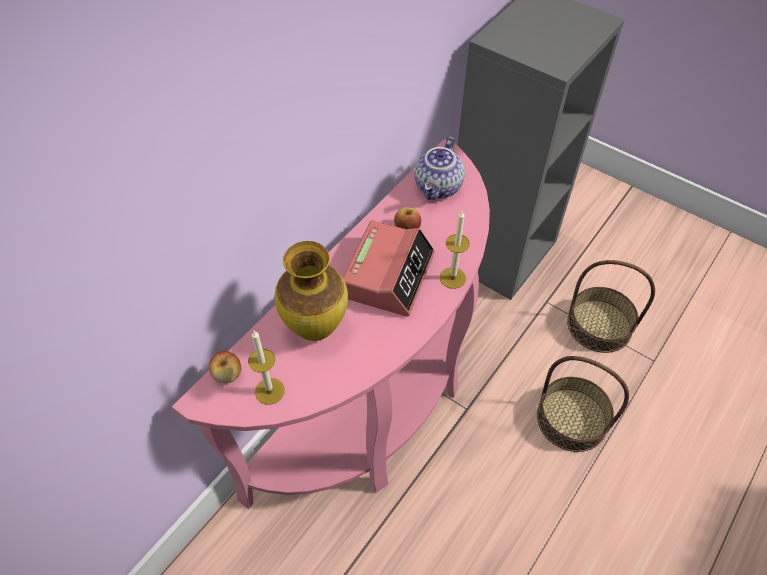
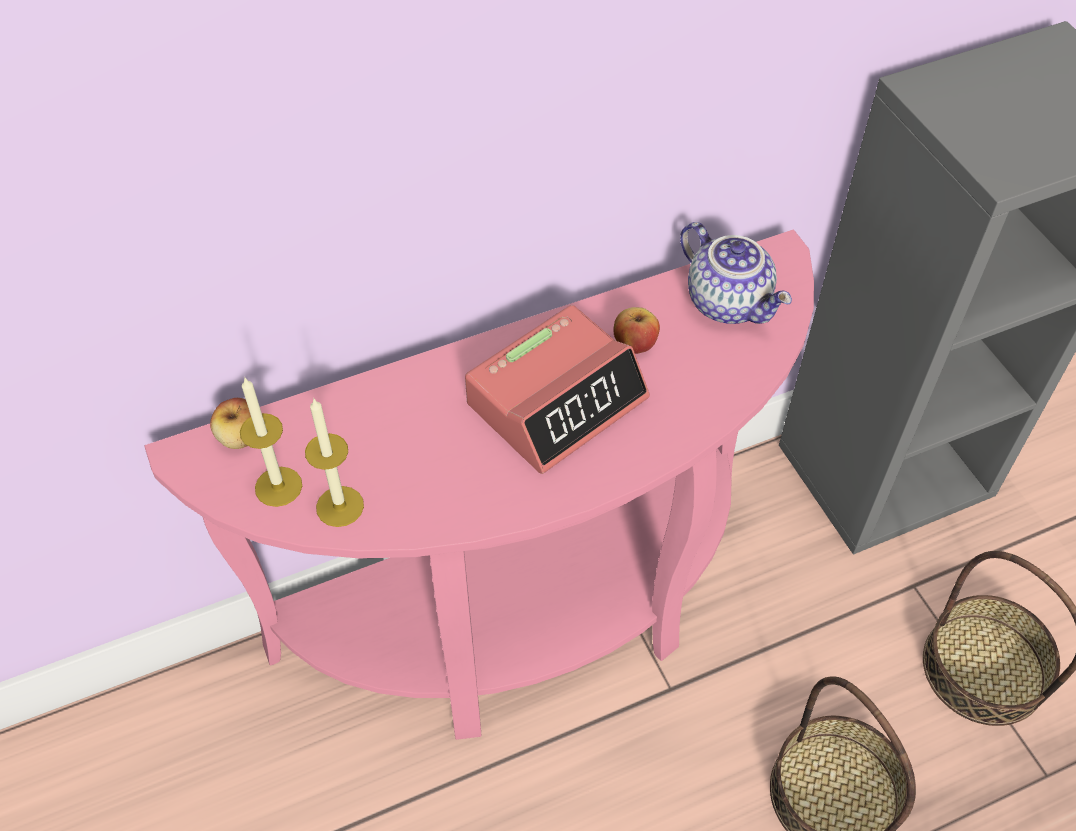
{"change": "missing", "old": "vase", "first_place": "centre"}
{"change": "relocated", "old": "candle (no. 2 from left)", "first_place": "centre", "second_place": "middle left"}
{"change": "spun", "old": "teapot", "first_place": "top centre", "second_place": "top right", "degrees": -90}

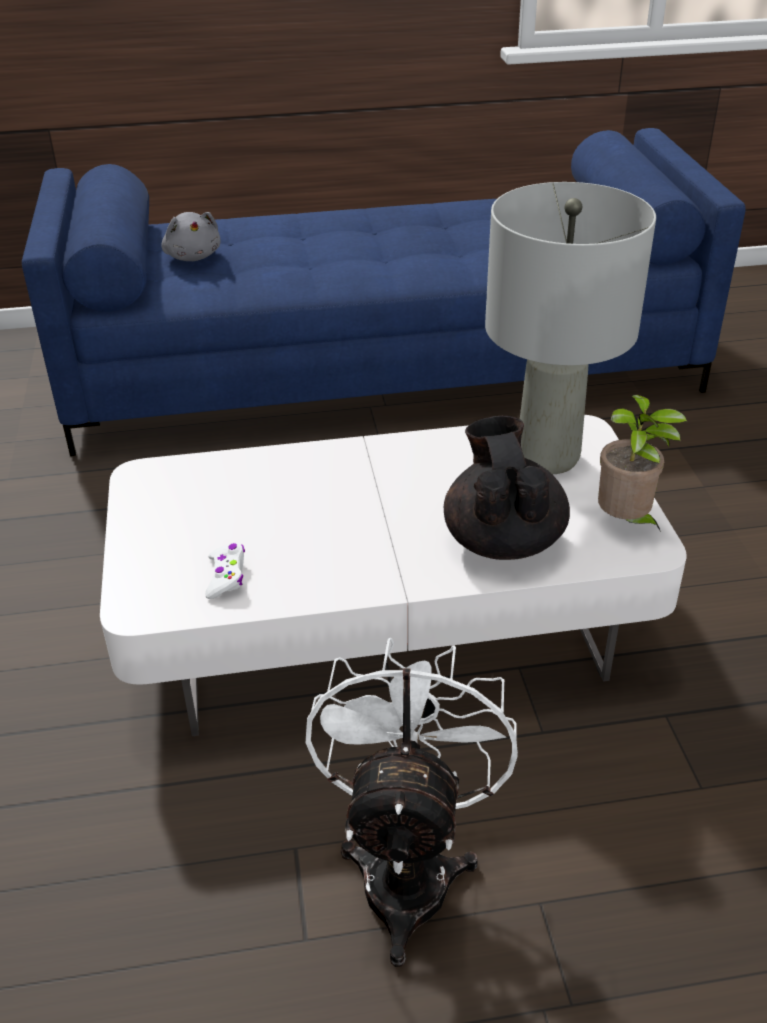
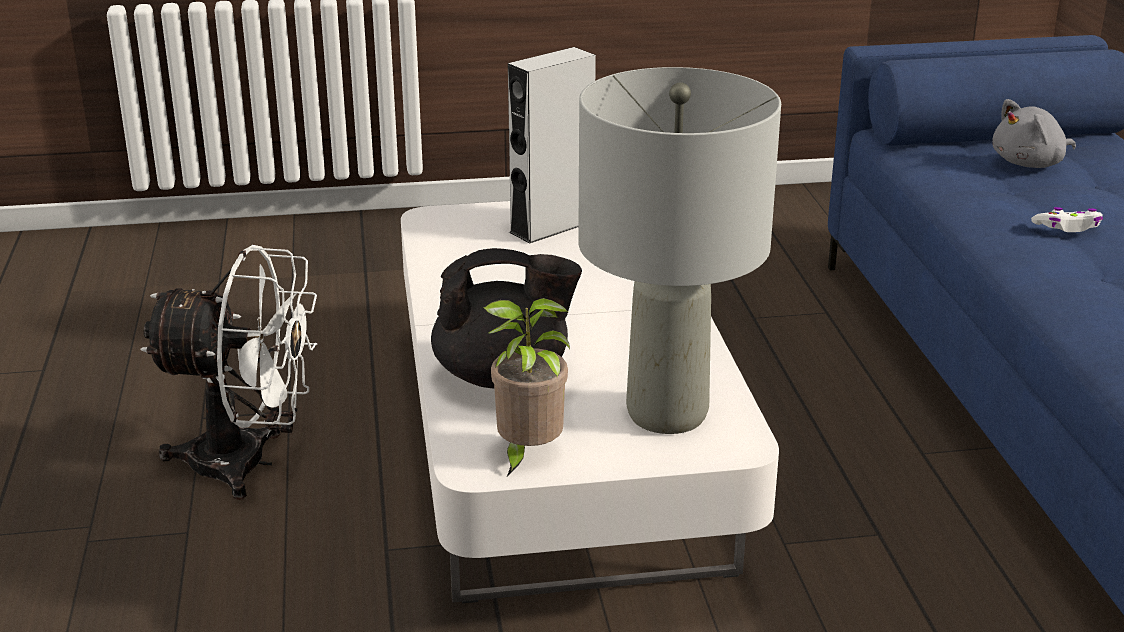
{"change": "appeared", "new": "grey speaker", "second_place": "top centre"}
{"change": "relocated", "old": "white game controller", "first_place": "middle left", "second_place": "middle right"}

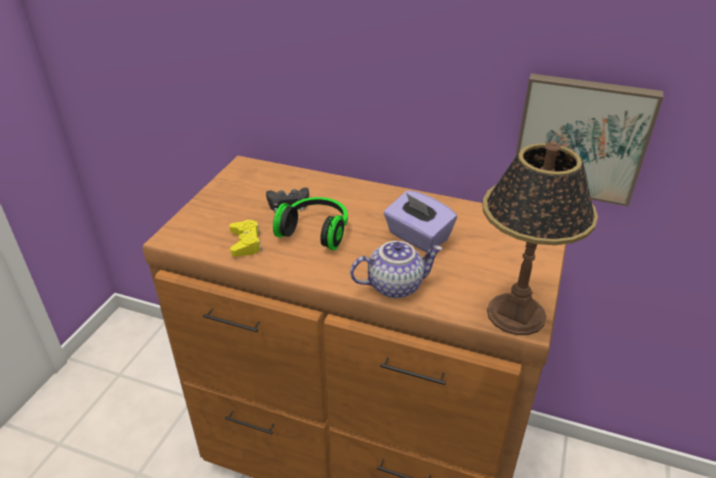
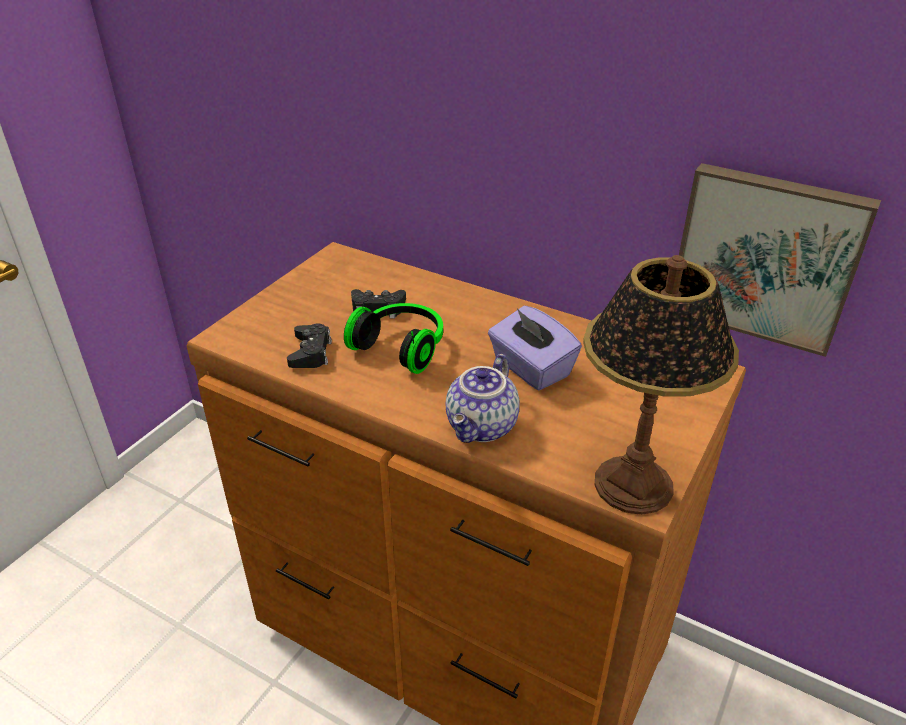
{"change": "colour", "old": "yellow game controller", "new": "black game controller (no. 1 from left)", "first_place": "centre", "second_place": "centre"}
{"change": "spun", "old": "teapot", "first_place": "centre", "second_place": "centre", "degrees": 120}

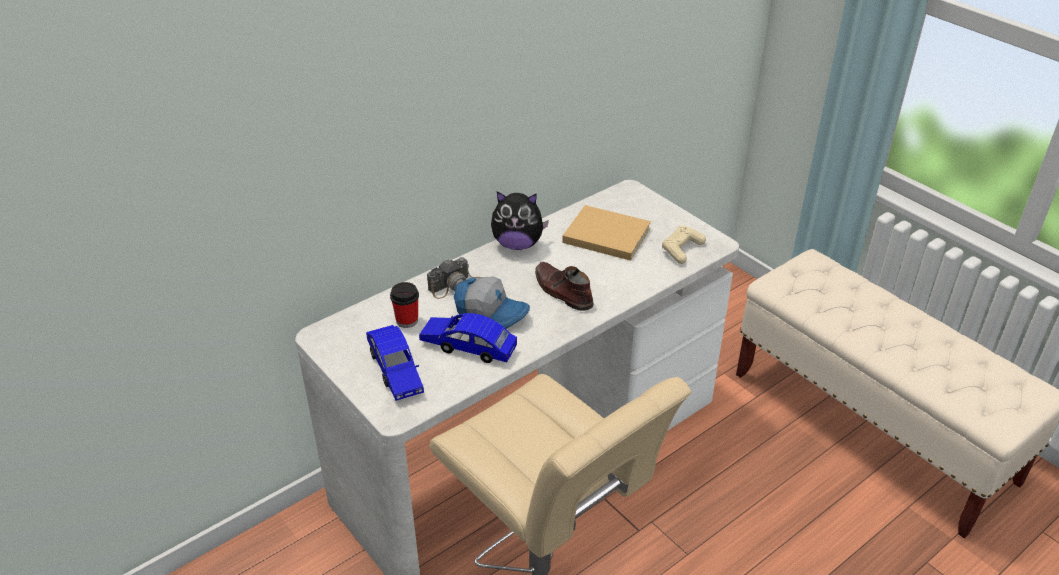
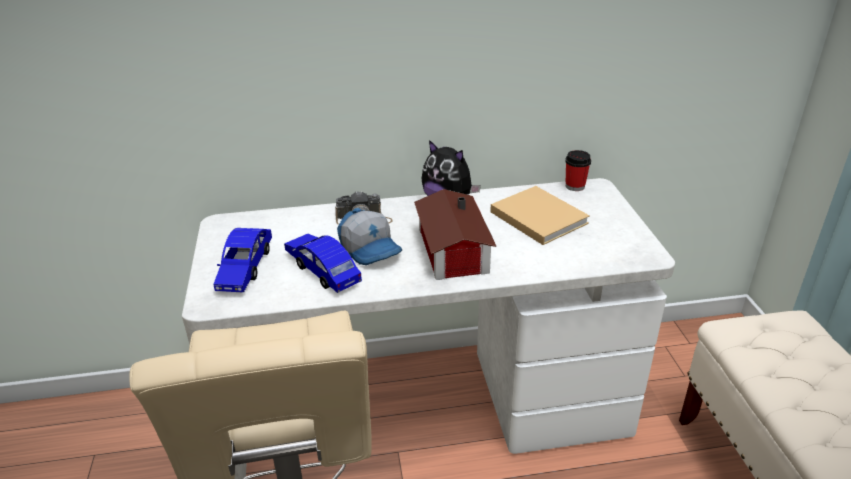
{"change": "missing", "old": "beige game controller", "first_place": "centre"}
{"change": "relocated", "old": "cup", "first_place": "centre", "second_place": "middle right"}
{"change": "exchanged", "old": "brown shoe", "new": "toy house", "first_place": "centre", "second_place": "centre"}

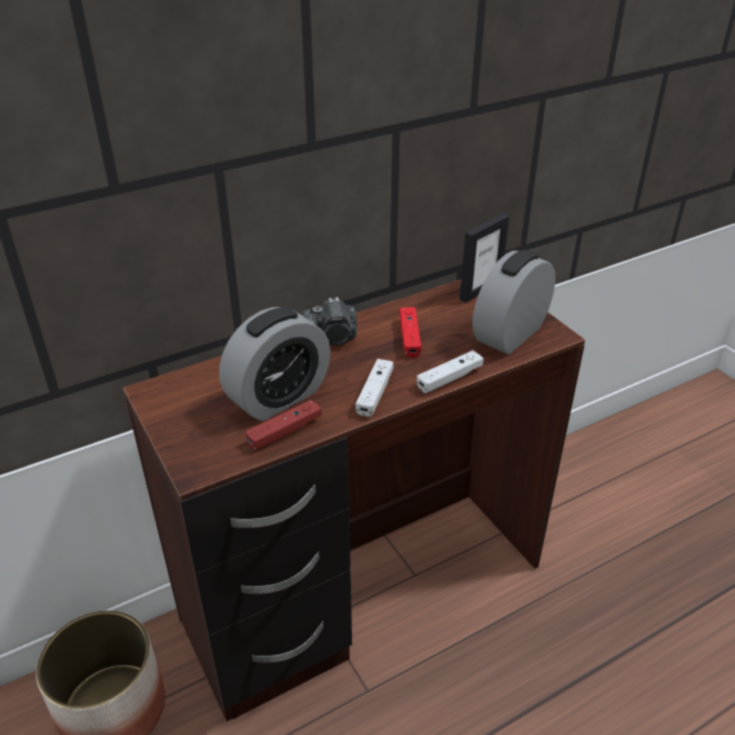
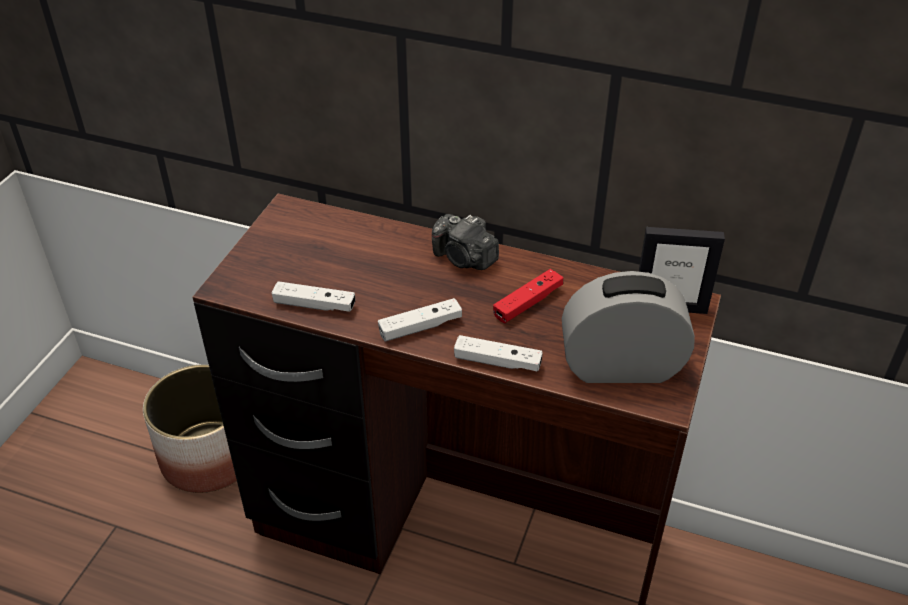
{"change": "missing", "old": "alarm clock (no. 1 from left)", "first_place": "centre"}
{"change": "colour", "old": "red game controller (no. 1 from left)", "new": "white game controller (no. 1 from left)", "first_place": "centre", "second_place": "centre"}

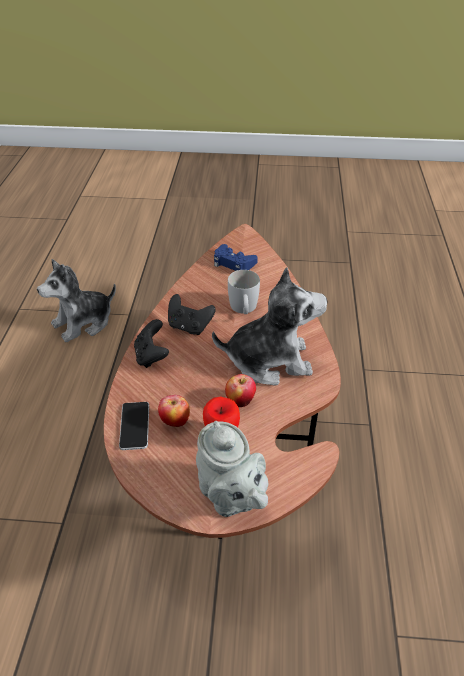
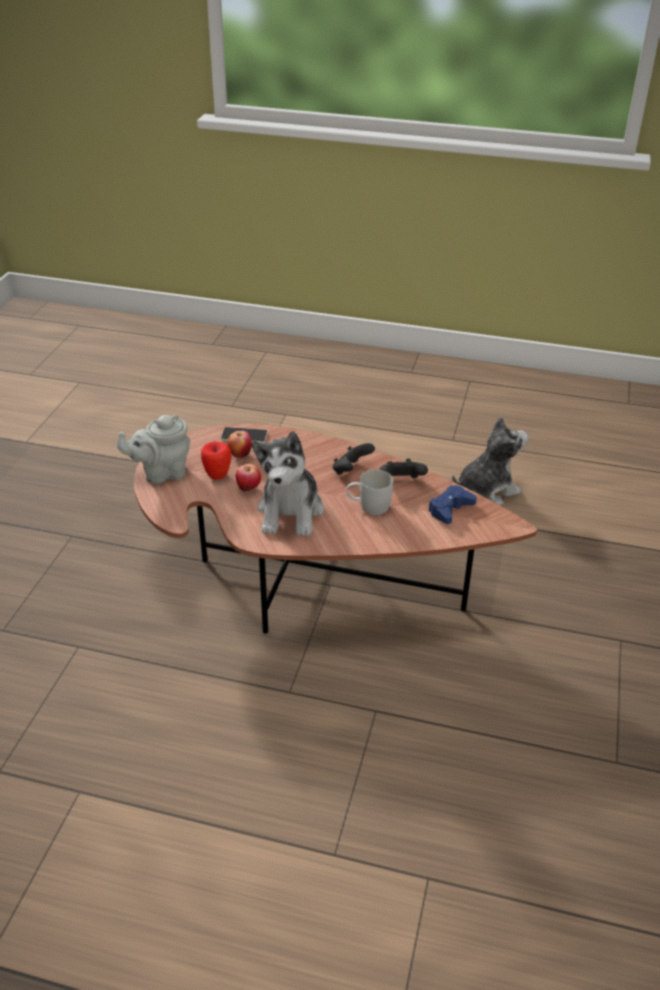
{"change": "relocated", "old": "black game controller (no. 1 from left in the first image)", "new": "black game controller (no. 2 from left)", "first_place": "middle left", "second_place": "centre"}
{"change": "spun", "old": "plush toy (no. 1 from left in the first image)", "first_place": "middle left", "second_place": "middle right", "degrees": 90}

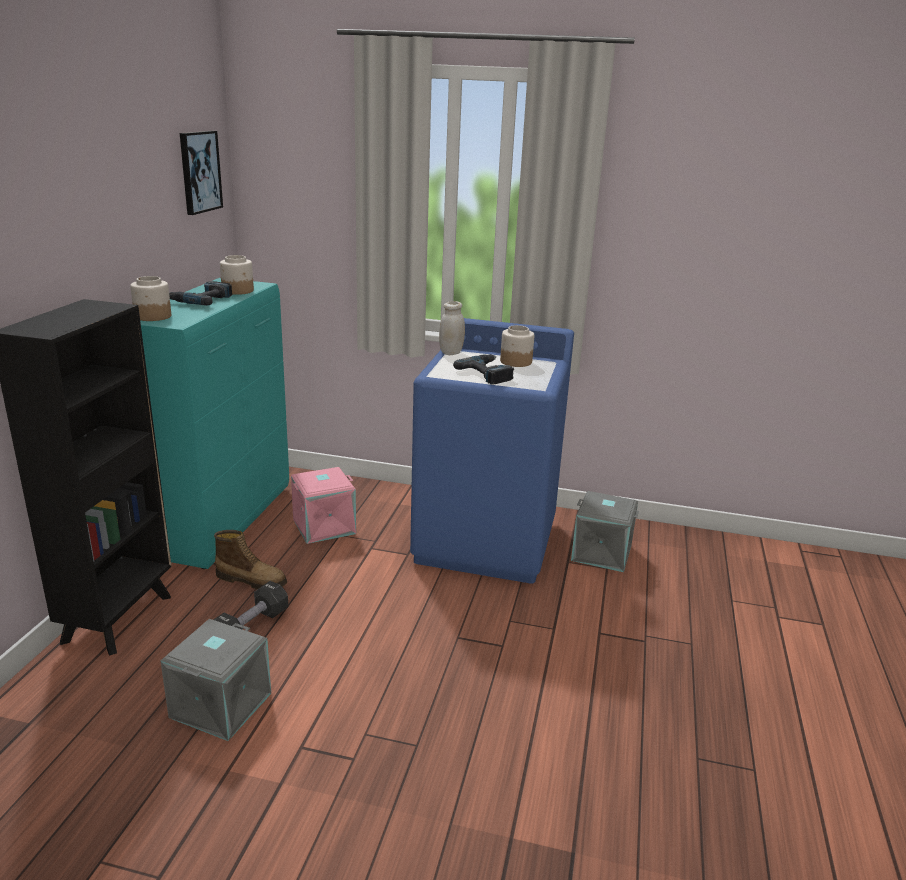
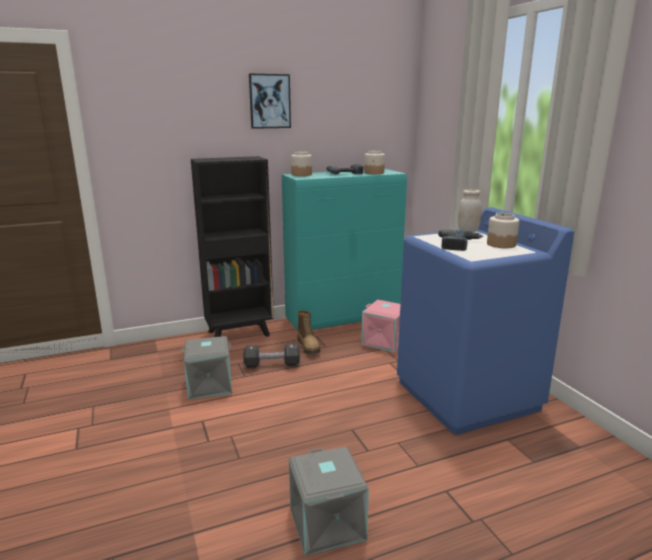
{"change": "relocated", "old": "picture", "first_place": "top left", "second_place": "top centre"}
{"change": "relocated", "old": "grey storage box (no. 2 from left)", "first_place": "middle right", "second_place": "bottom centre"}

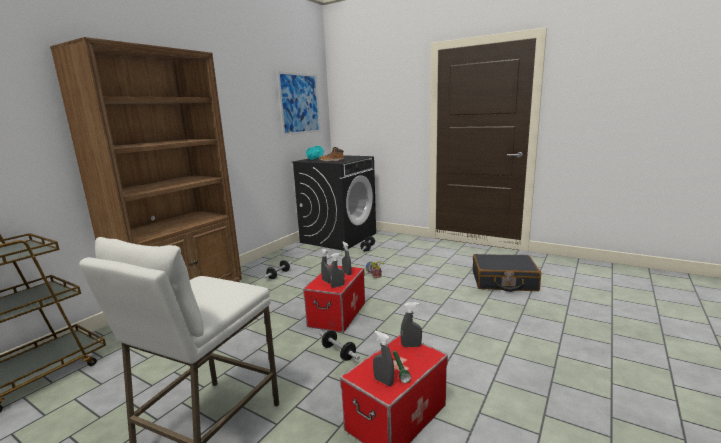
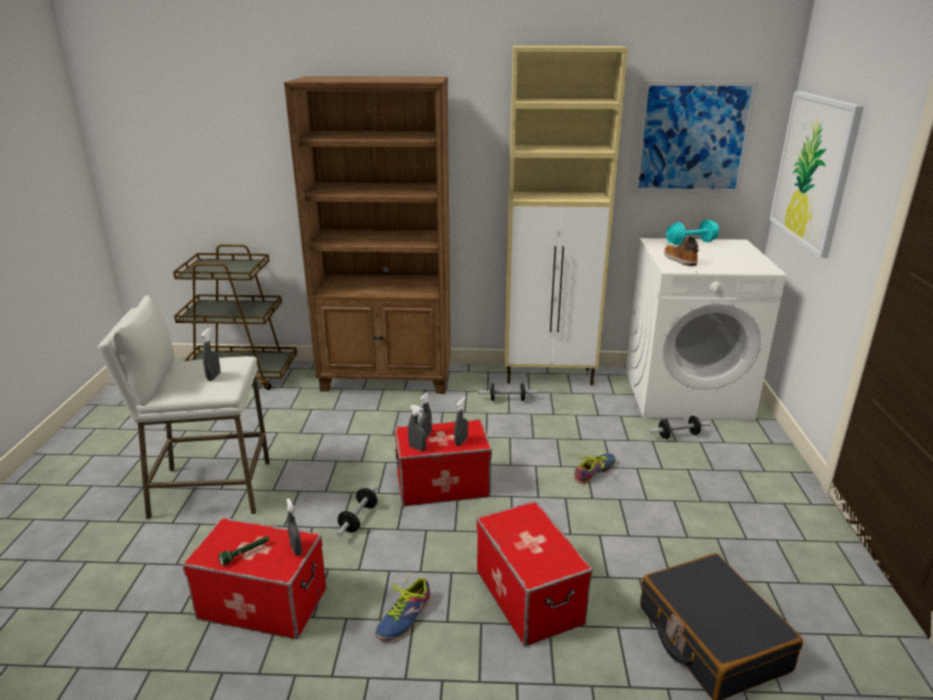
{"change": "appeared", "new": "shoe (no. 1 from left)", "second_place": "bottom centre"}
{"change": "appeared", "new": "storage box (no. 3 from left)", "second_place": "bottom centre"}
{"change": "appeared", "new": "beige cabinet", "second_place": "top centre"}
{"change": "appeared", "new": "picture (no. 2 from left)", "second_place": "top right"}
{"change": "relocated", "old": "grey spray bottle (no. 4 from left in the first image)", "new": "grey spray bottle (no. 1 from left)", "first_place": "bottom centre", "second_place": "middle left"}
{"change": "colour", "old": "black washing machine", "new": "white washing machine", "first_place": "centre", "second_place": "middle right"}

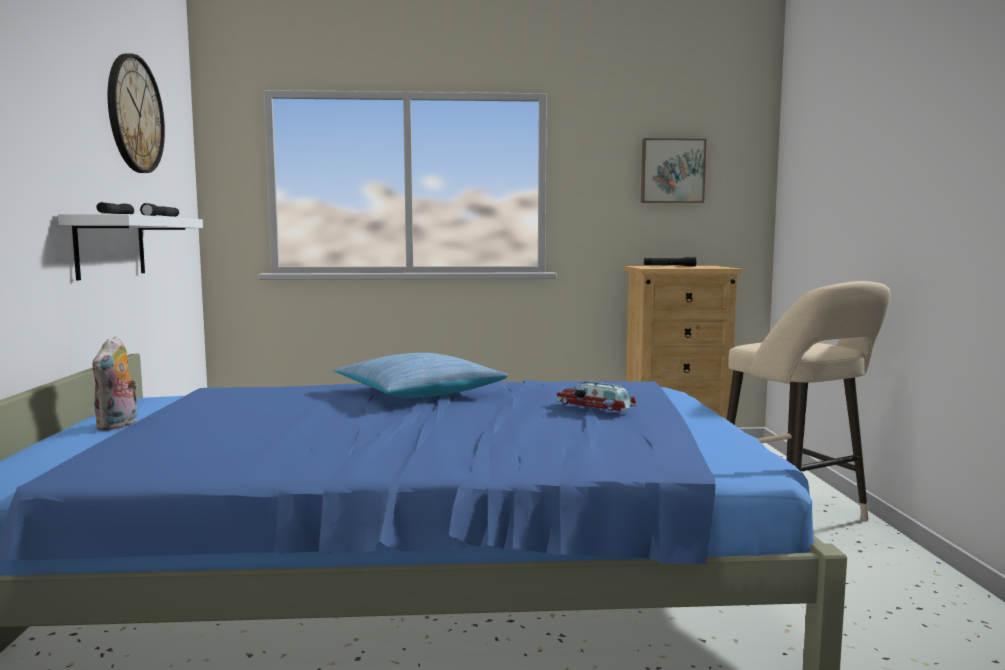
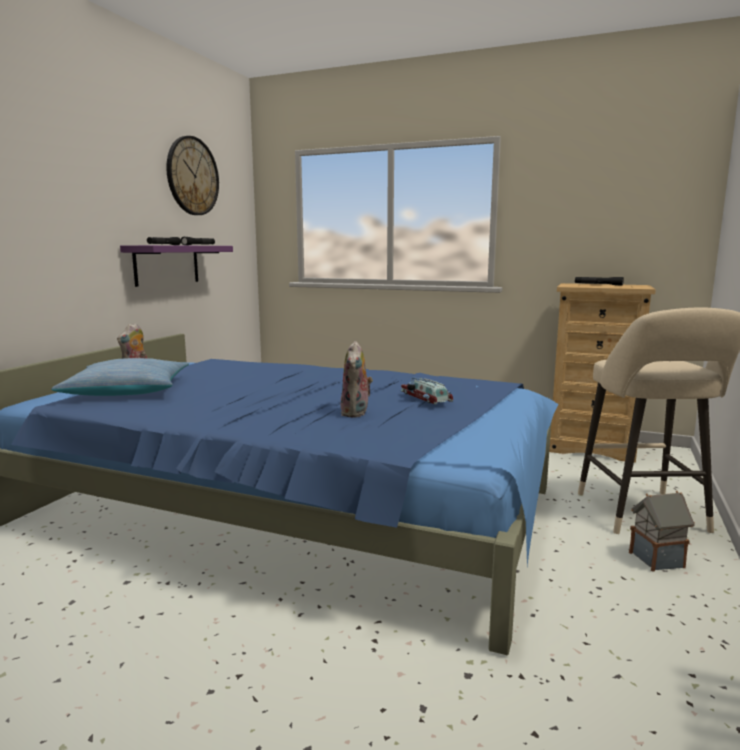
{"change": "missing", "old": "picture", "first_place": "top right"}
{"change": "appeared", "new": "plush toy (no. 2 from left)", "second_place": "centre"}
{"change": "appeared", "new": "toy house", "second_place": "bottom right"}
{"change": "relocated", "old": "pillow", "first_place": "centre", "second_place": "middle left"}
{"change": "colour", "old": "white shelf", "new": "purple shelf", "first_place": "middle left", "second_place": "middle left"}

